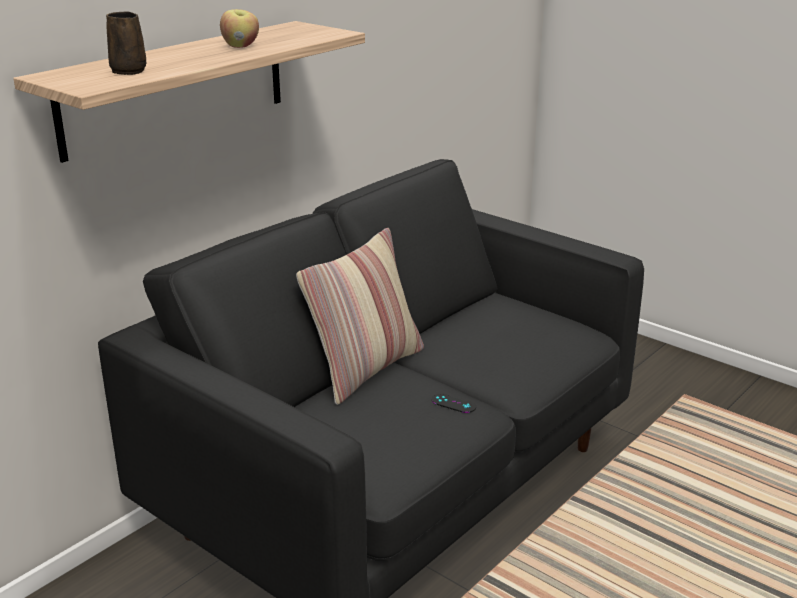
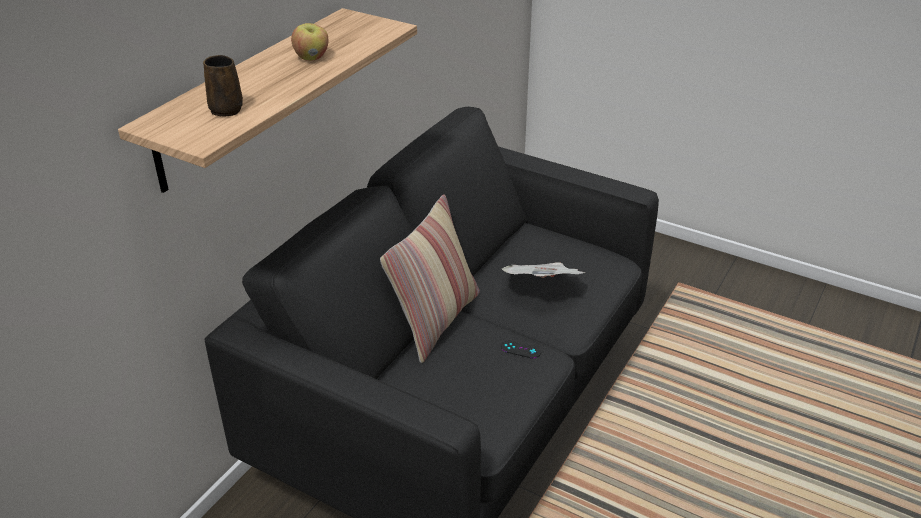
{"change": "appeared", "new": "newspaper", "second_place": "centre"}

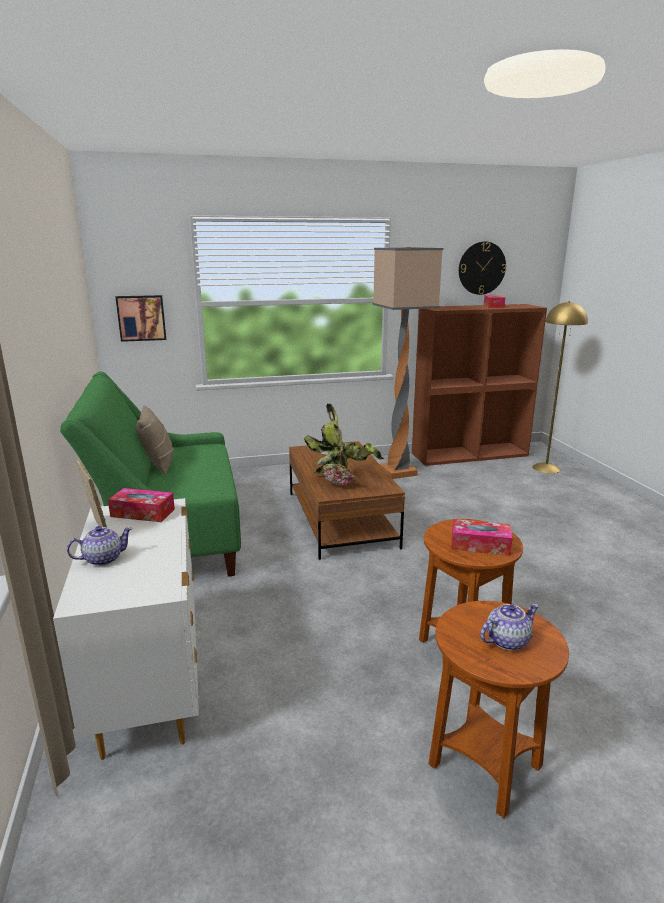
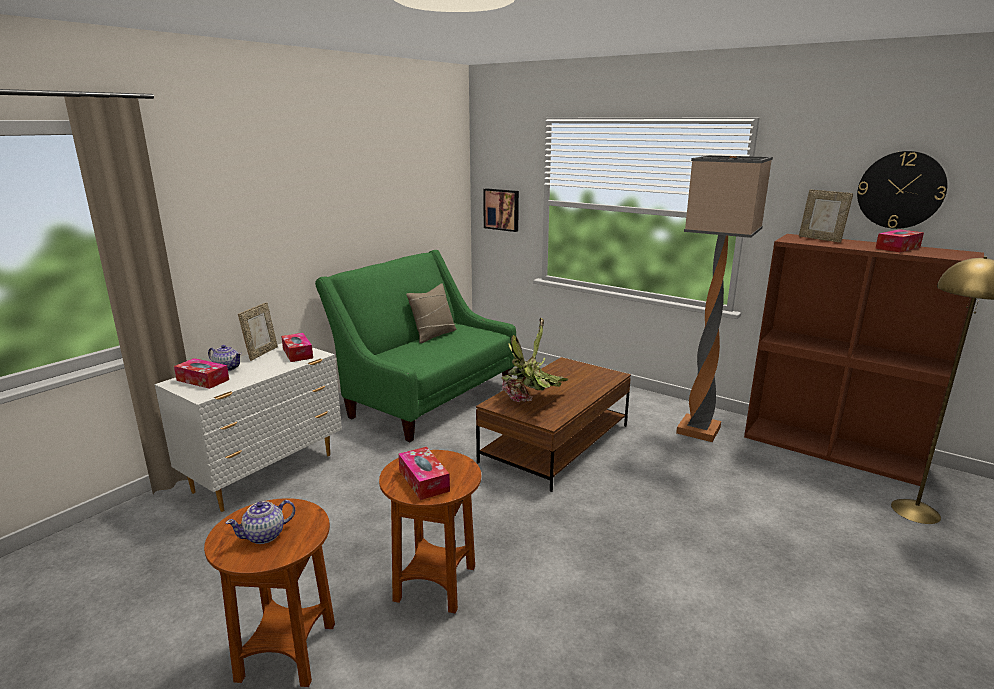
{"change": "appeared", "new": "tissue box (no. 1 from left)", "second_place": "middle left"}
{"change": "appeared", "new": "picture frame (no. 2 from left)", "second_place": "top right"}
{"change": "spun", "old": "teapot (no. 2 from left)", "first_place": "bottom right", "second_place": "bottom left", "degrees": 120}

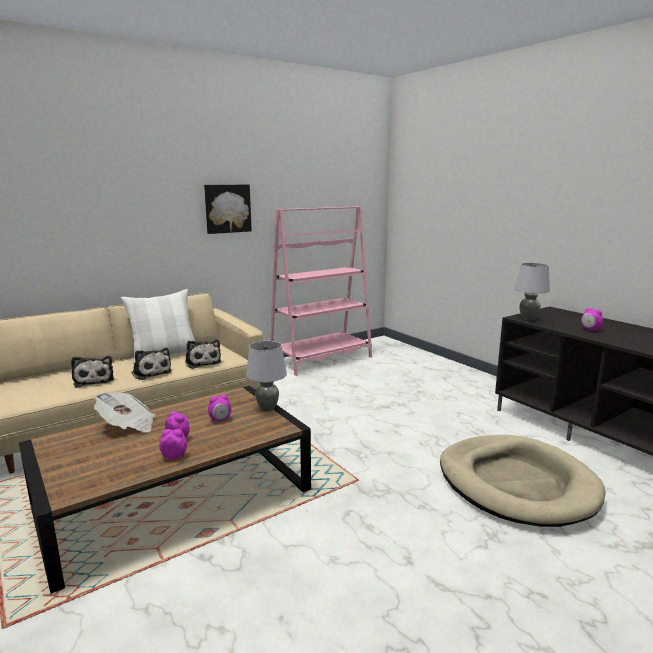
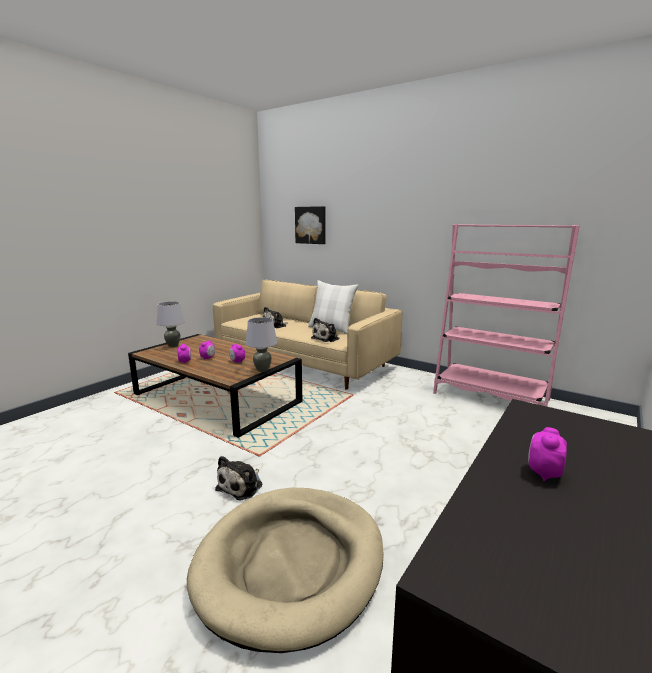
{"change": "missing", "old": "newspaper", "first_place": "middle left"}
{"change": "relocated", "old": "plush toy (no. 2 from left in the first image)", "new": "plush toy (no. 1 from left)", "first_place": "middle left", "second_place": "bottom centre"}
{"change": "relocated", "old": "picture", "first_place": "top centre", "second_place": "centre"}
{"change": "relocated", "old": "grey table lamp (no. 2 from left in the first image)", "new": "grey table lamp (no. 1 from left)", "first_place": "middle right", "second_place": "middle left"}

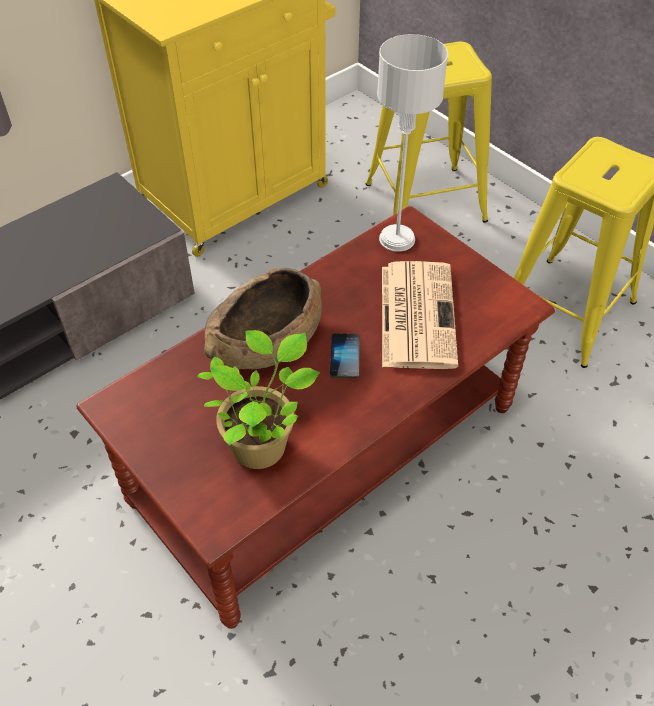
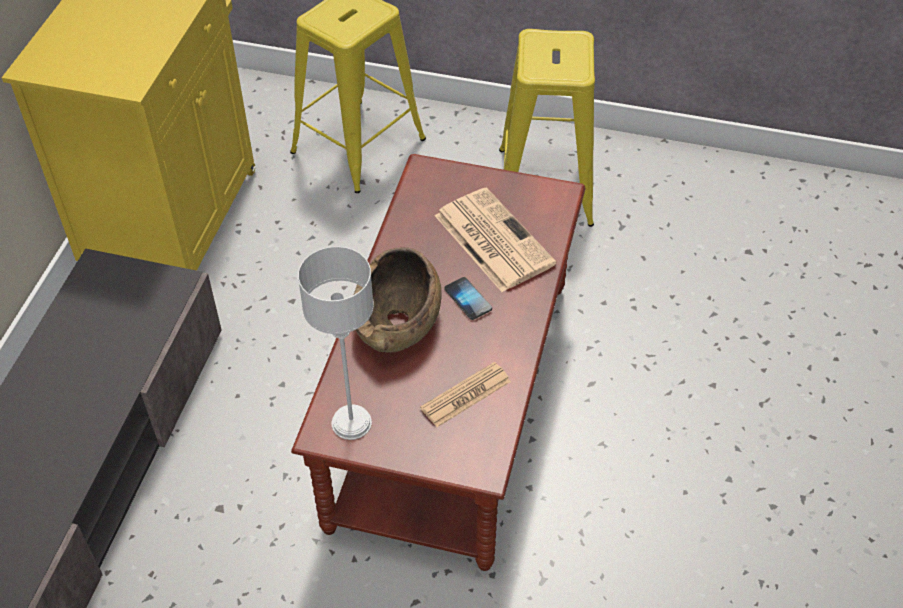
{"change": "relocated", "old": "grey table lamp", "first_place": "top centre", "second_place": "centre"}
{"change": "exchanged", "old": "potted plant", "new": "newspaper (no. 1 from left)", "first_place": "centre", "second_place": "centre"}

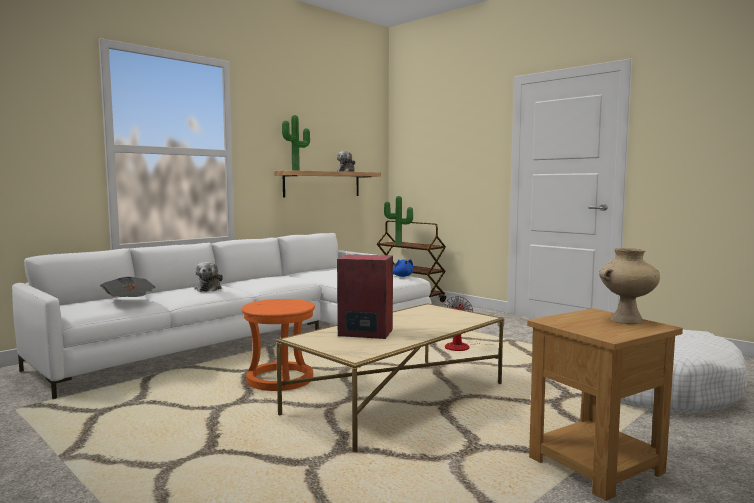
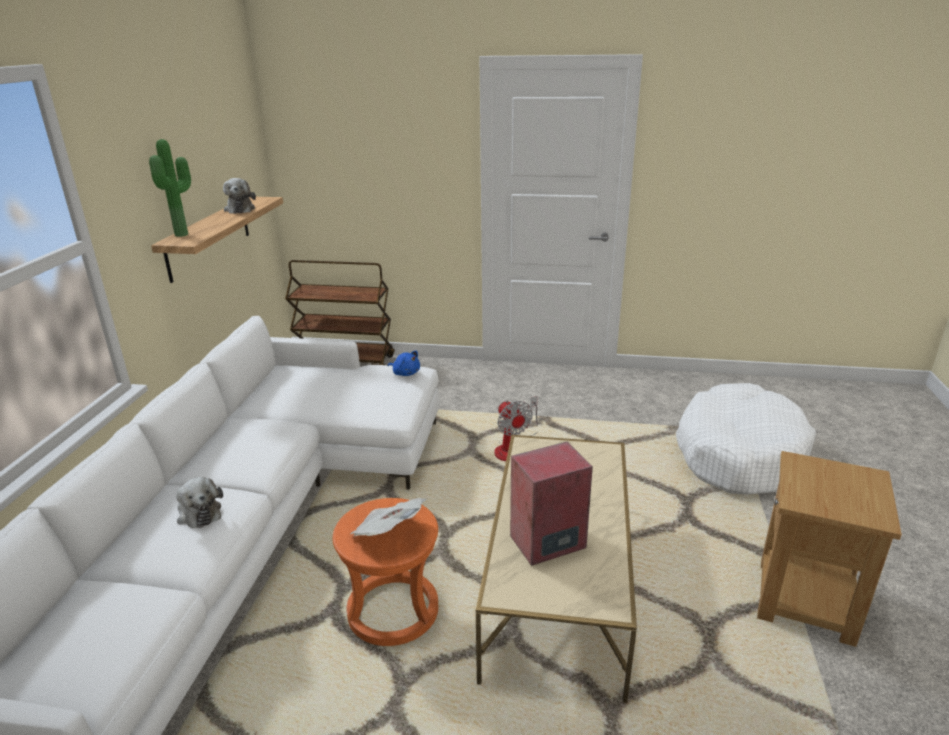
{"change": "missing", "old": "potted plant (no. 2 from left)", "first_place": "centre"}
{"change": "missing", "old": "beige vase", "first_place": "middle right"}
{"change": "relocated", "old": "newspaper", "first_place": "middle left", "second_place": "bottom centre"}

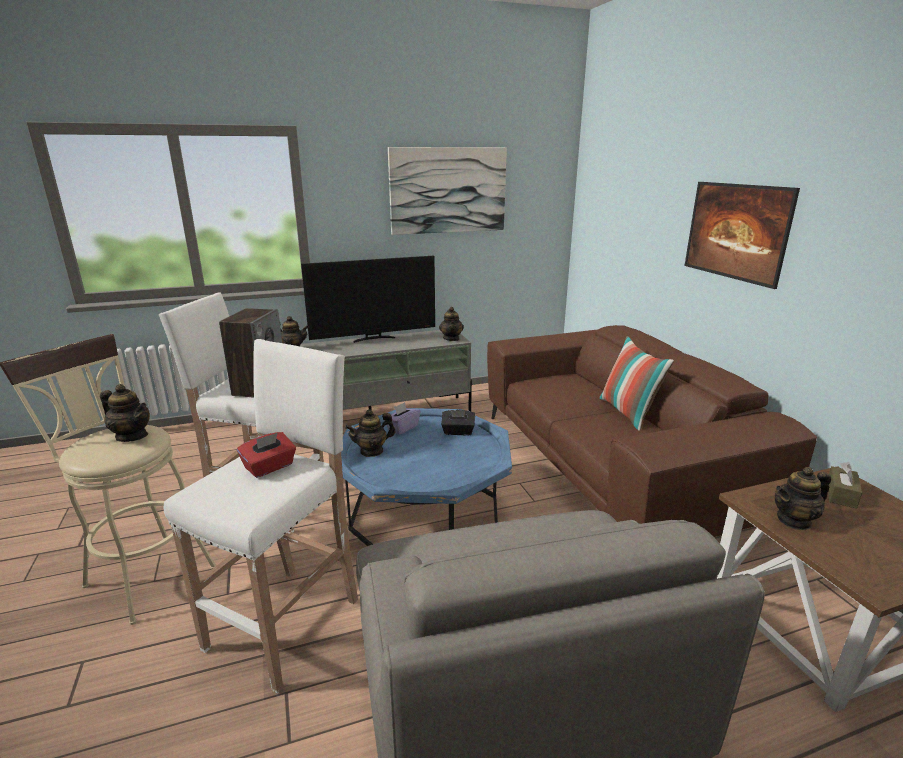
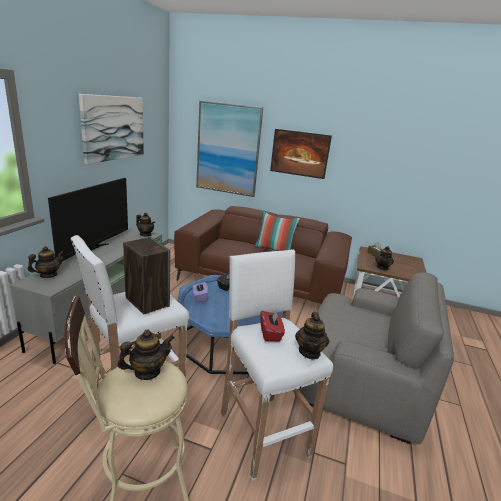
{"change": "appeared", "new": "picture (no. 2 from left)", "second_place": "top centre"}
{"change": "relocated", "old": "teapot (no. 3 from left in the first image)", "new": "teapot (no. 4 from left)", "first_place": "centre", "second_place": "bottom centre"}

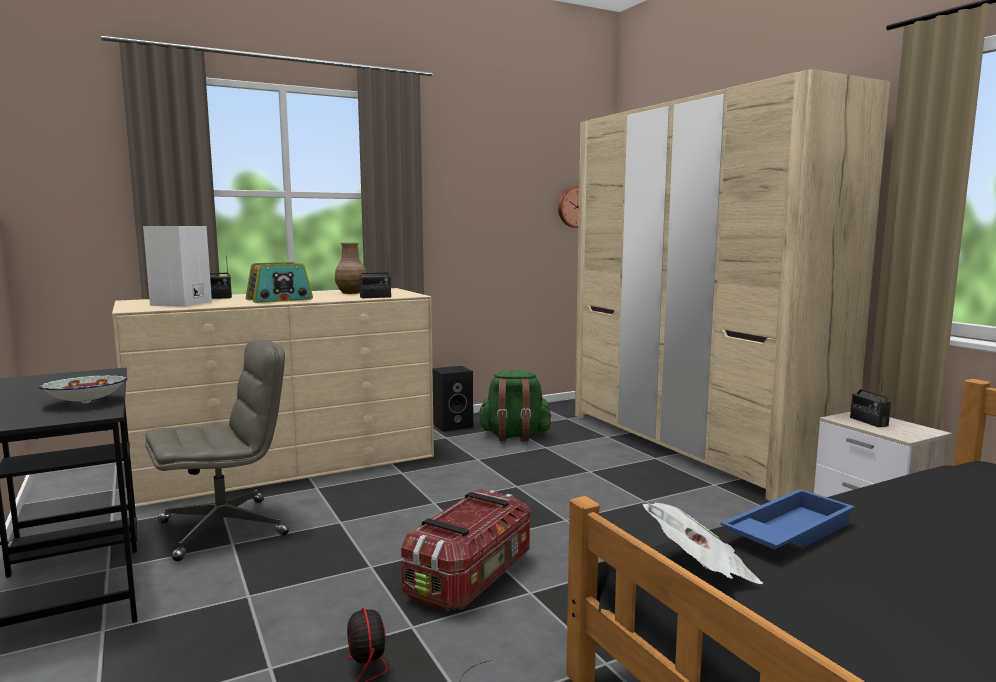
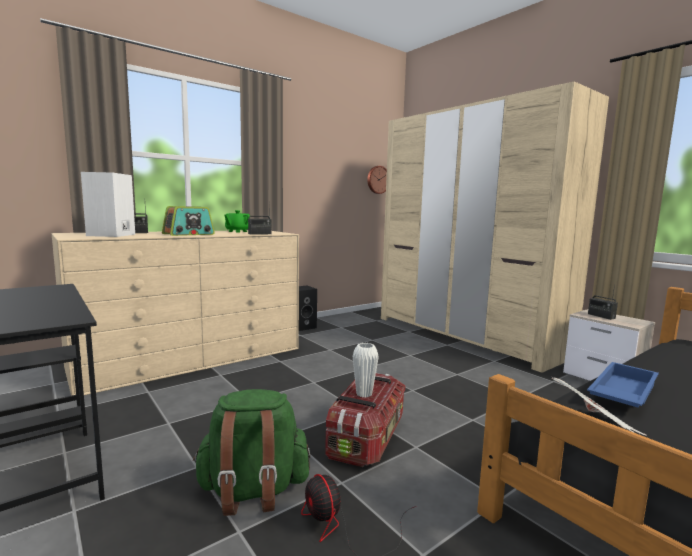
{"change": "missing", "old": "bowl", "first_place": "middle left"}
{"change": "missing", "old": "grey office chair", "first_place": "middle left"}
{"change": "appeared", "new": "white vase", "second_place": "centre"}
{"change": "relocated", "old": "green backpack", "first_place": "centre", "second_place": "bottom centre"}
{"change": "exchanged", "old": "brown vase", "new": "green teapot", "first_place": "centre", "second_place": "centre"}

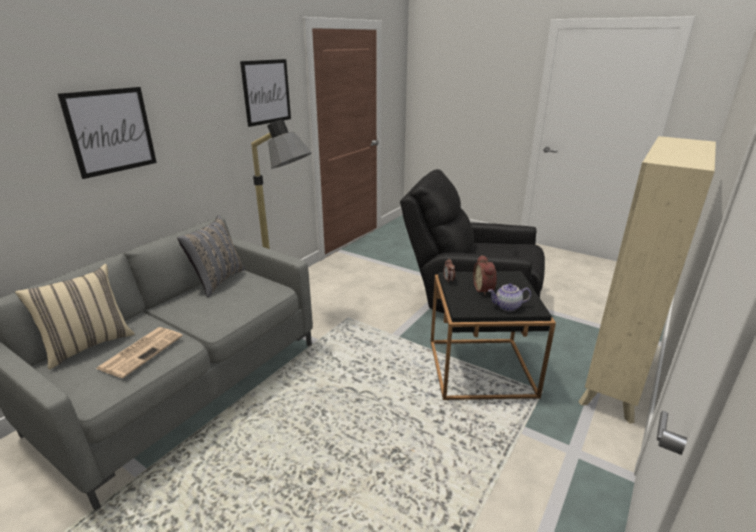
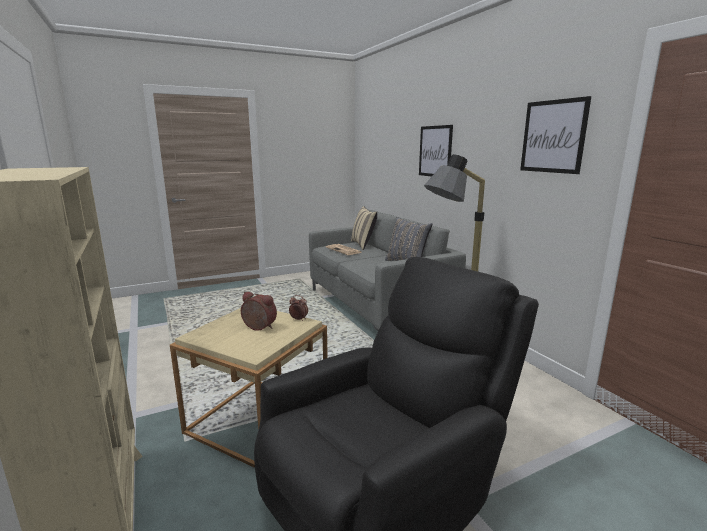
{"change": "missing", "old": "teapot", "first_place": "middle right"}
{"change": "colour", "old": "black side table", "new": "beige side table", "first_place": "centre", "second_place": "bottom centre"}

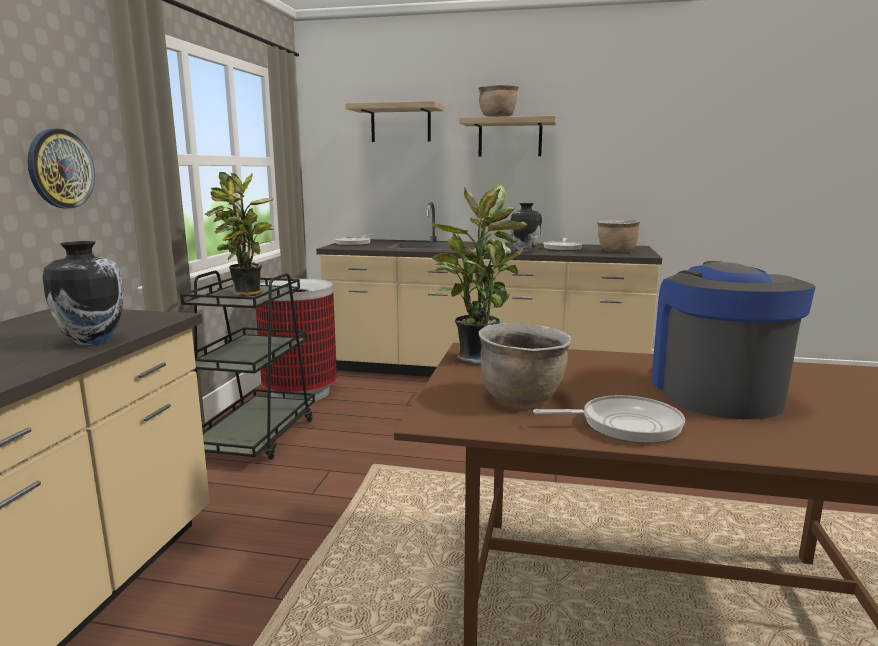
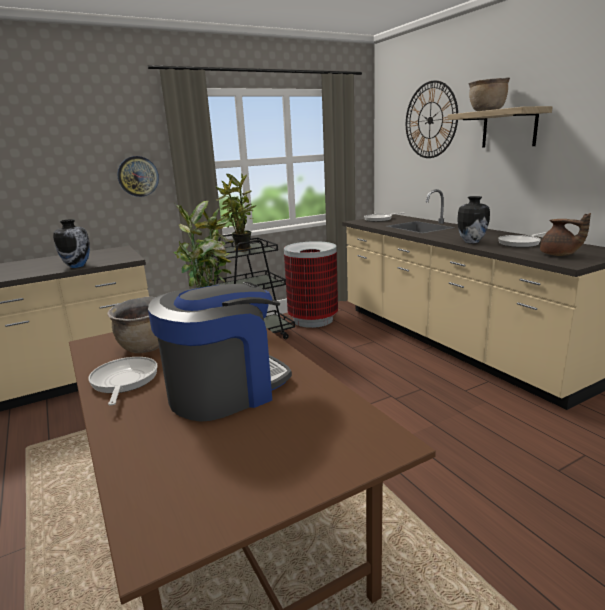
{"change": "exchanged", "old": "shelf (no. 1 from left)", "new": "wall clock (no. 2 from left)", "first_place": "top centre", "second_place": "top right"}
{"change": "exchanged", "old": "brown cooking pot (no. 3 from left)", "new": "brown teapot", "first_place": "middle right", "second_place": "middle right"}
{"change": "spun", "old": "frying pan (no. 3 from left in the first image)", "first_place": "middle right", "second_place": "middle left", "degrees": -150}

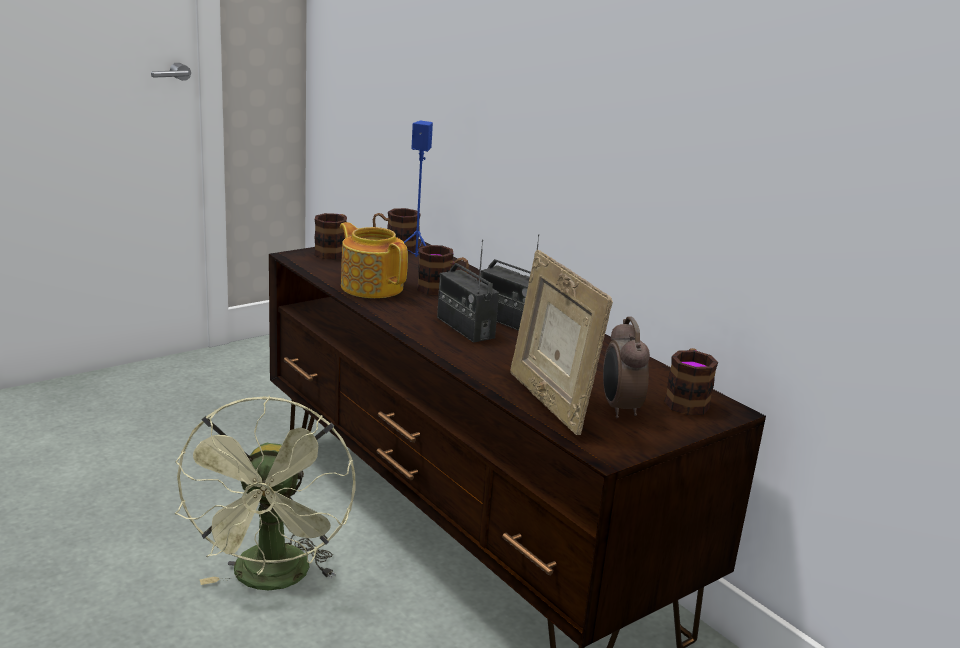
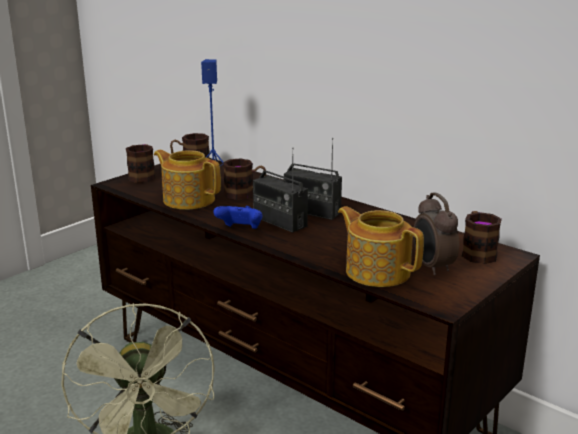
{"change": "appeared", "new": "blue game controller", "second_place": "centre"}
{"change": "exchanged", "old": "picture frame", "new": "teapot (no. 2 from left)", "first_place": "centre", "second_place": "centre"}

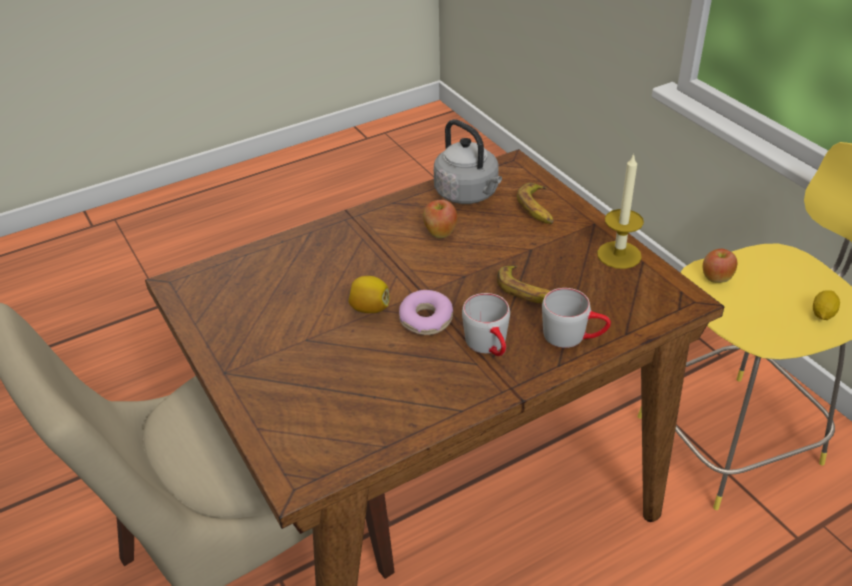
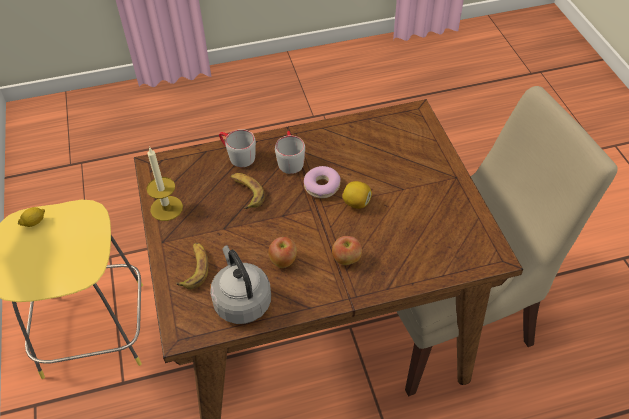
{"change": "relocated", "old": "apple (no. 2 from left)", "first_place": "middle right", "second_place": "centre"}

